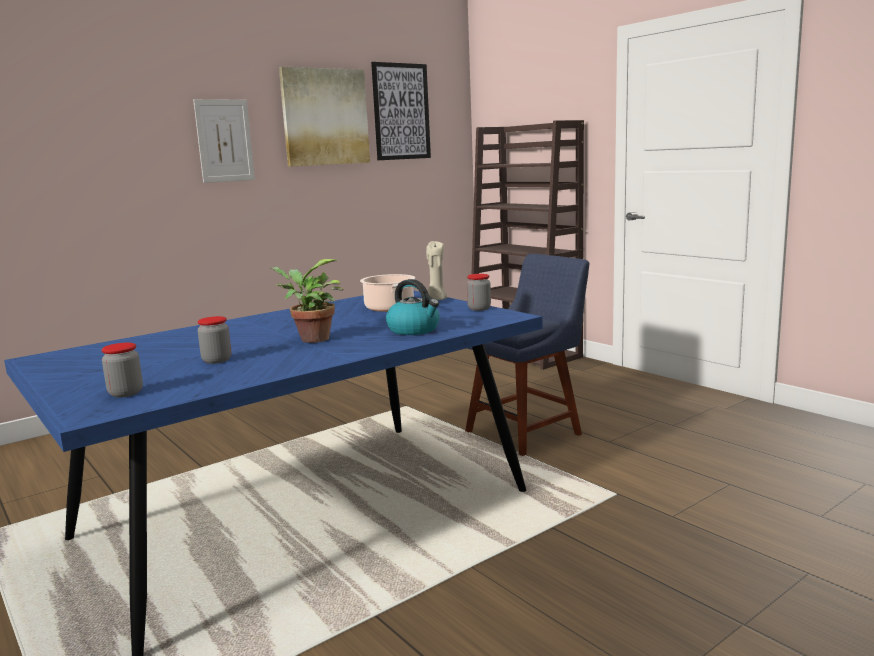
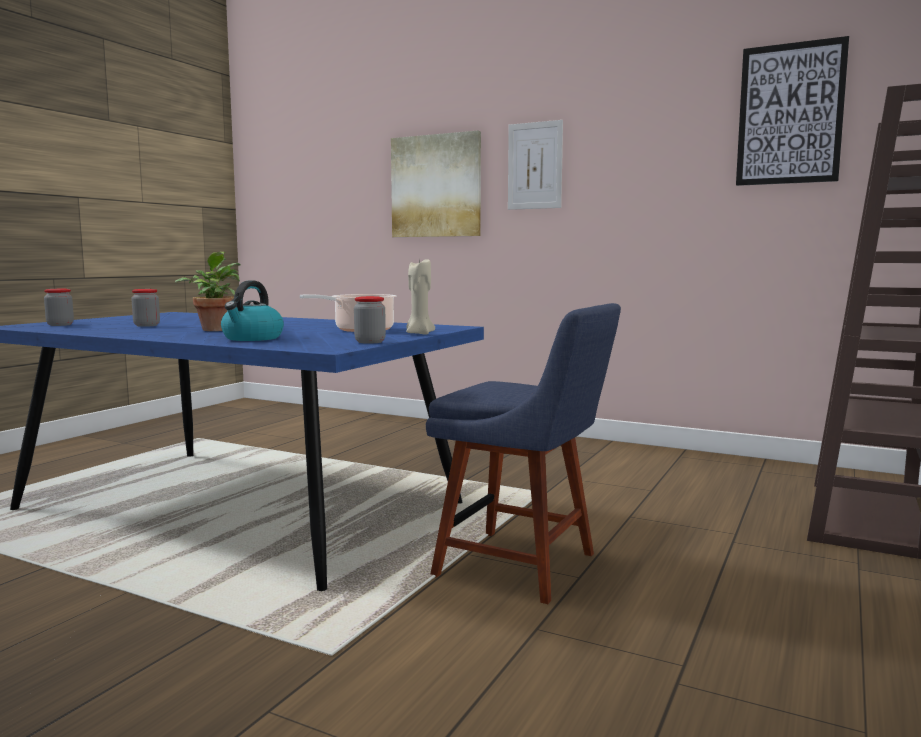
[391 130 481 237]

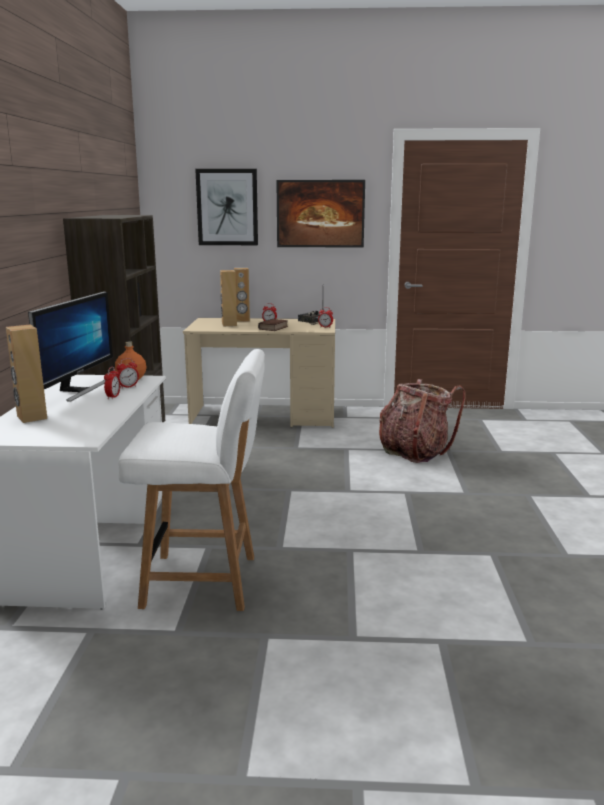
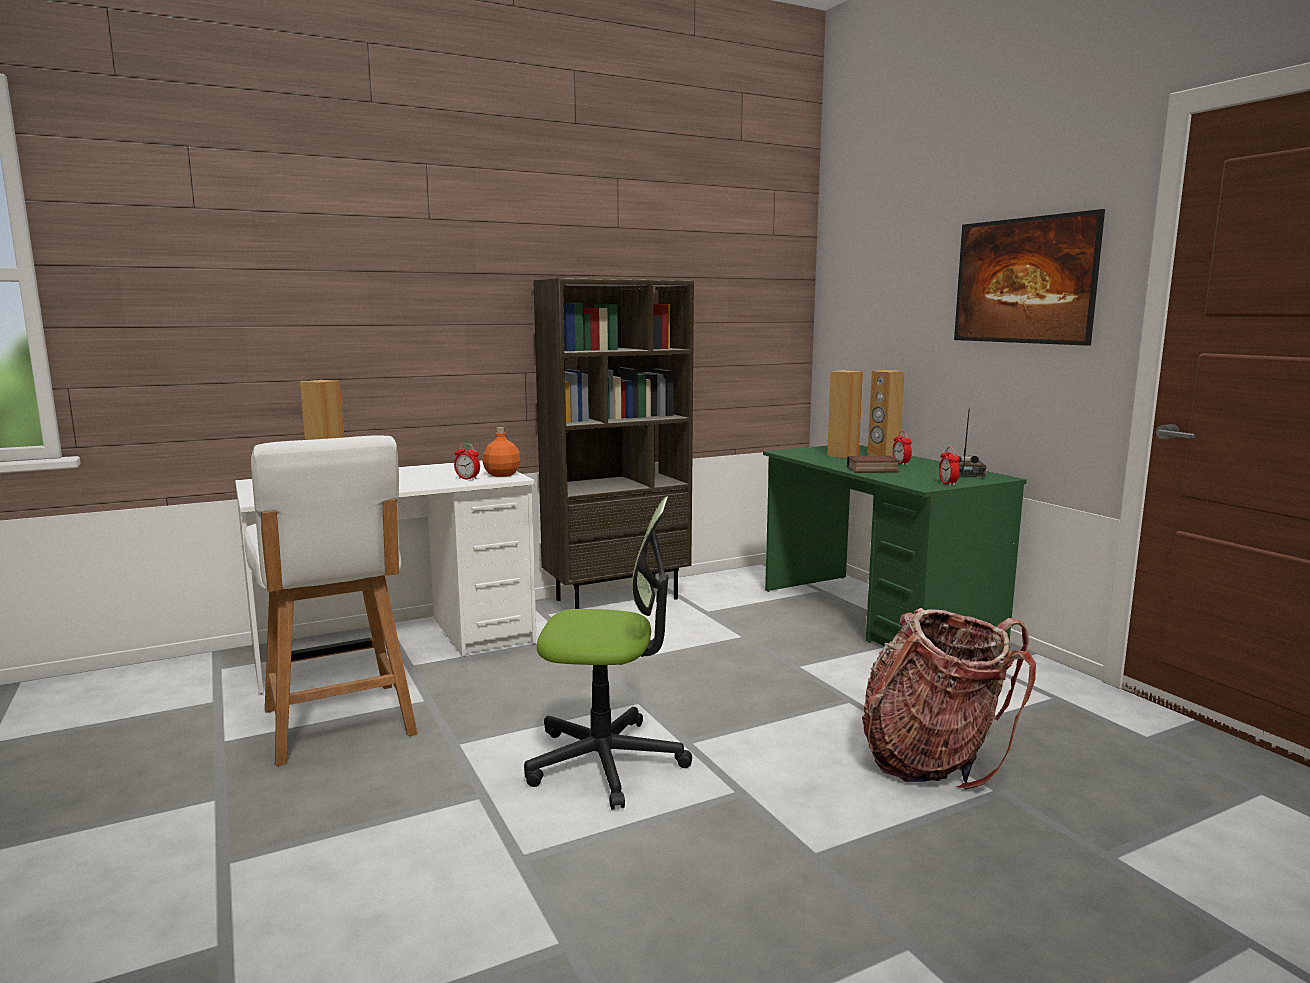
[28 291 113 402] (first image)
[104 367 120 399] (first image)
[763 445 1027 646]
[195 169 258 245] (first image)
[524 496 692 810]

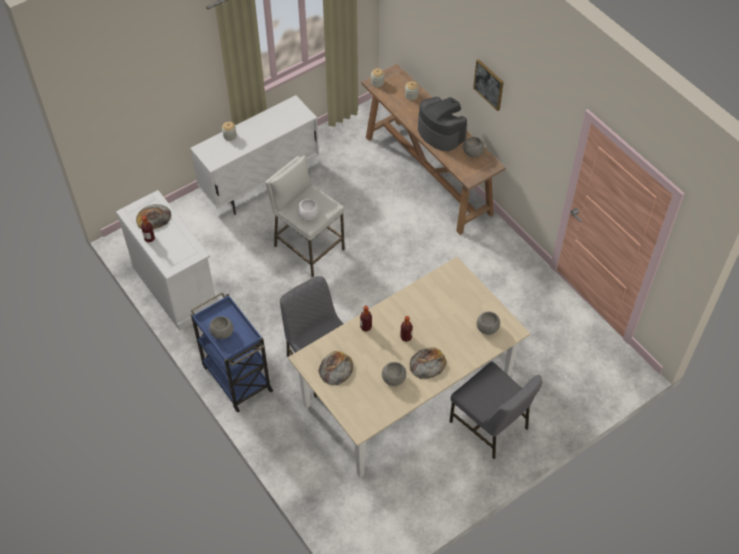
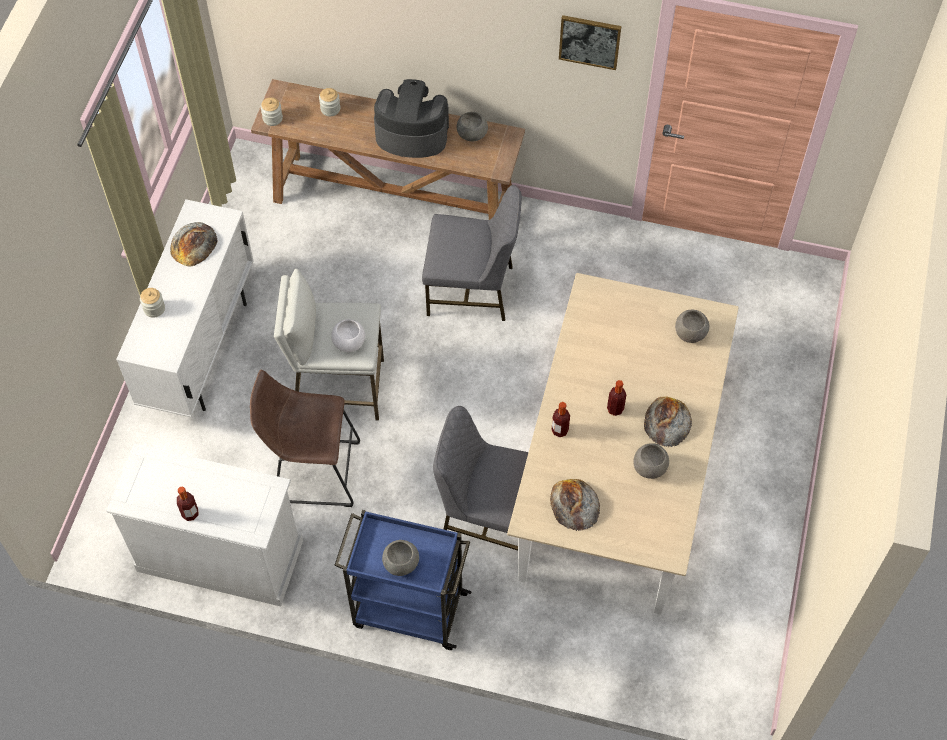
[170 222 217 267]
[422 185 522 321]
[559 15 621 70]
[250 369 360 507]

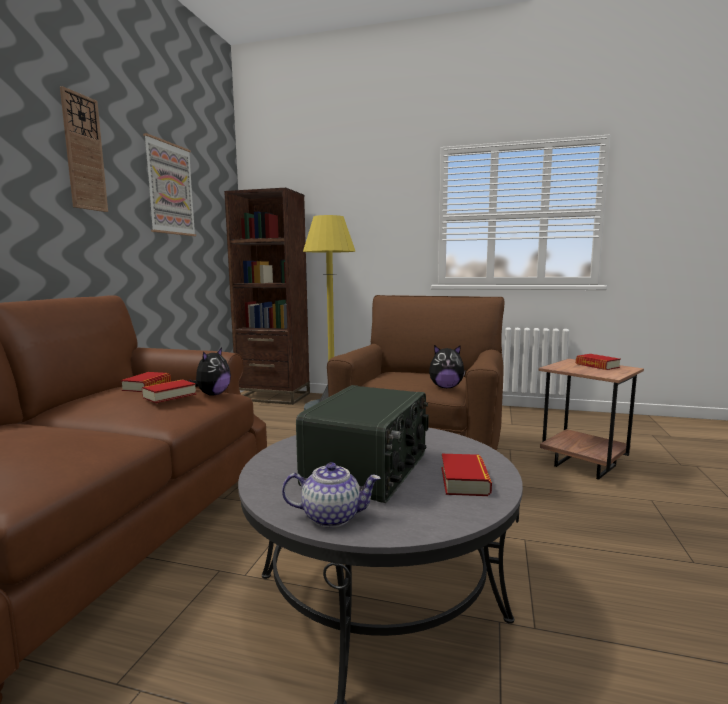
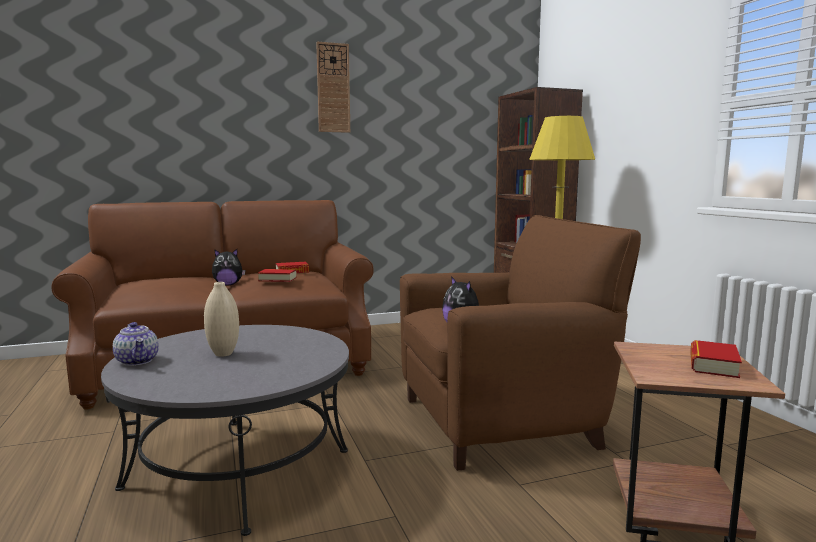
[143 133 196 236] (first image)
[212 249 246 286]
[204 282 239 357]
[441 454 492 496] (first image)

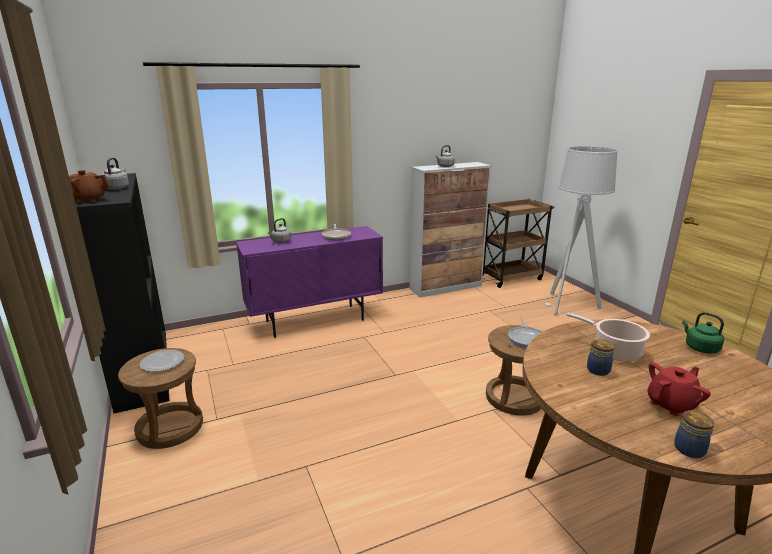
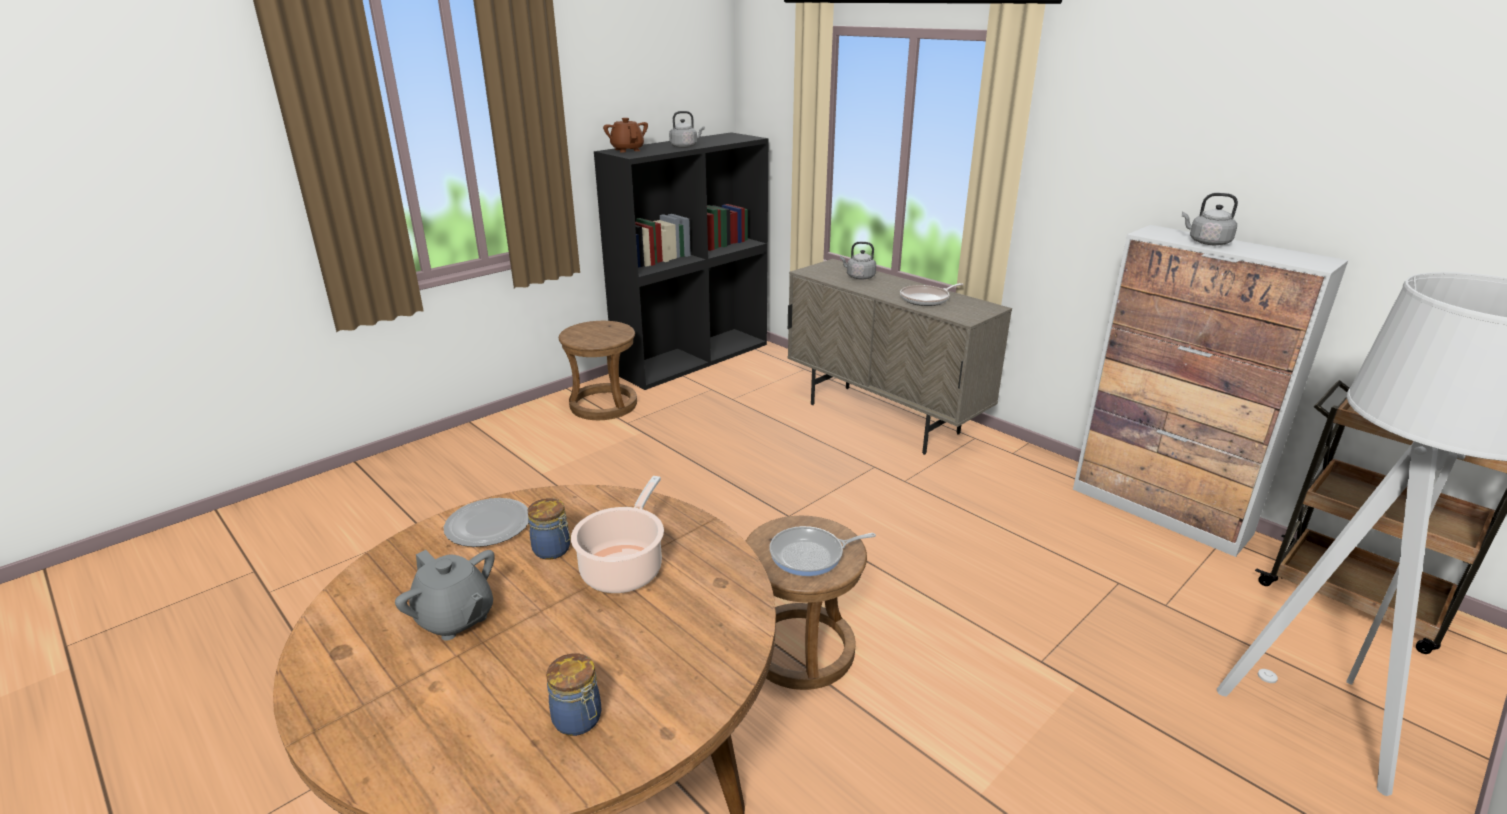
[444 498 529 547]
[788 259 1012 455]
[395 550 495 641]
[546 653 601 736]
[682 312 724 354] (first image)

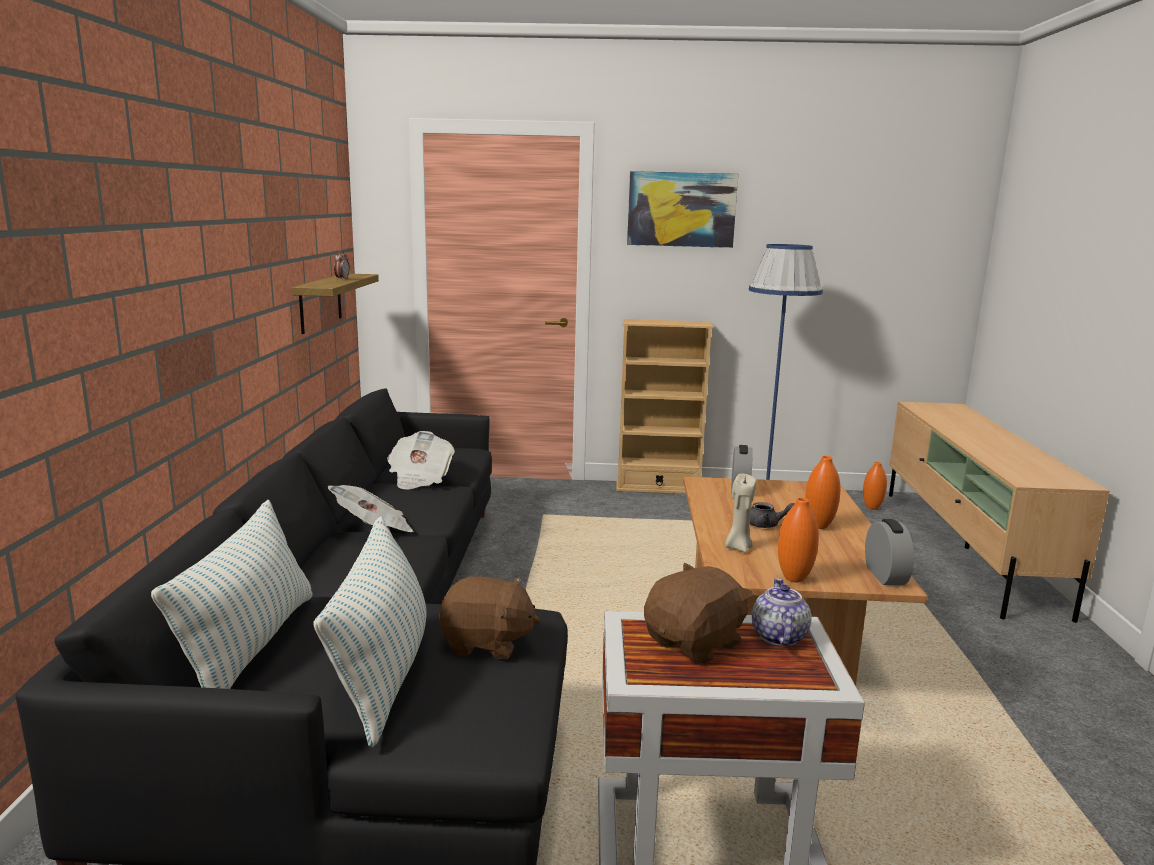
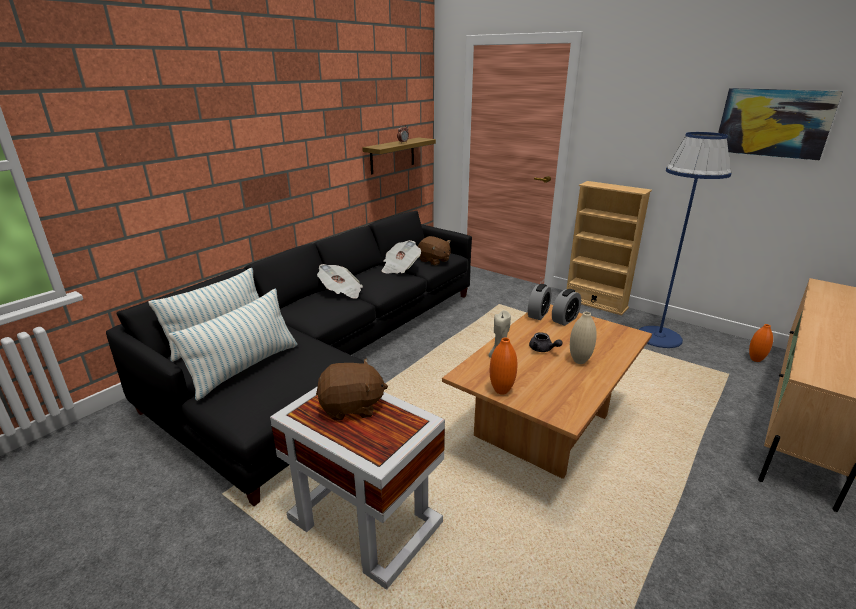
[418 236 451 266]
[718 88 843 160]
[752 578 811 646] (first image)
[570 312 597 364]
[528 284 552 320]

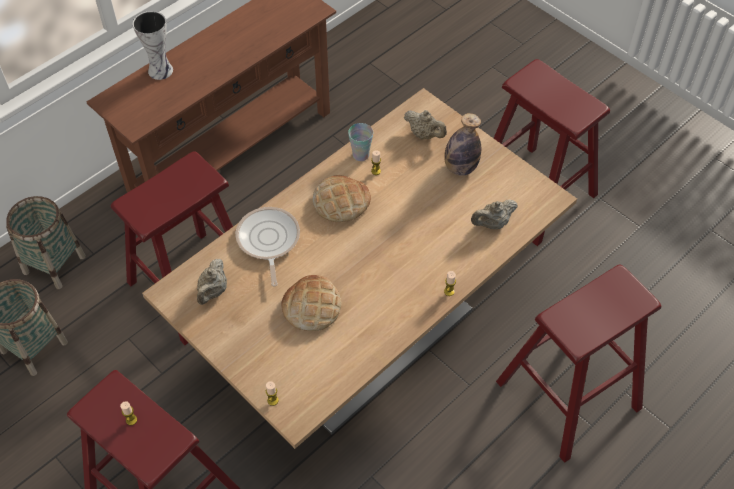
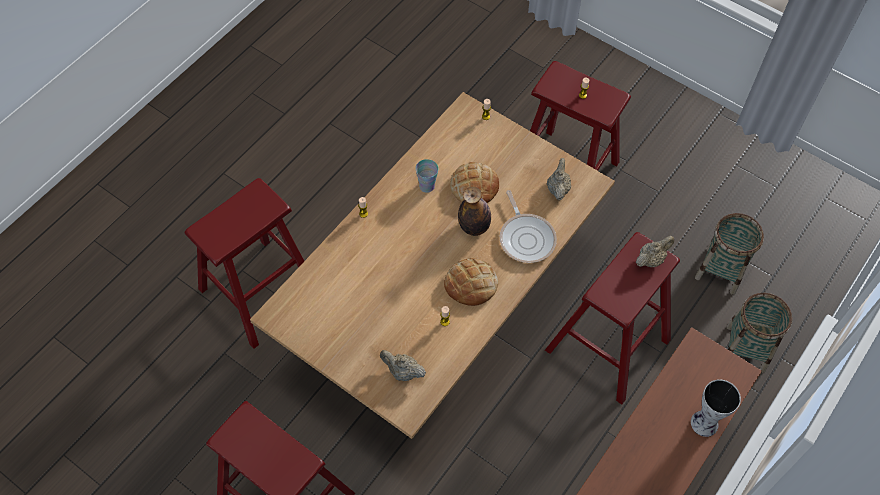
[416 159 438 193]
[458 187 491 236]
[636 236 674 267]

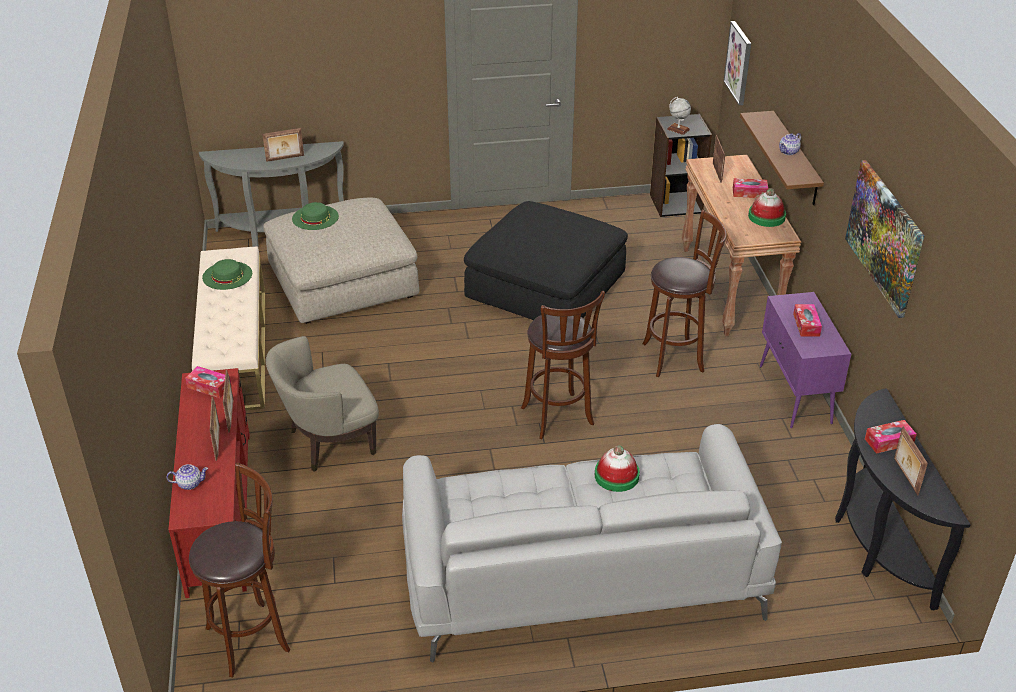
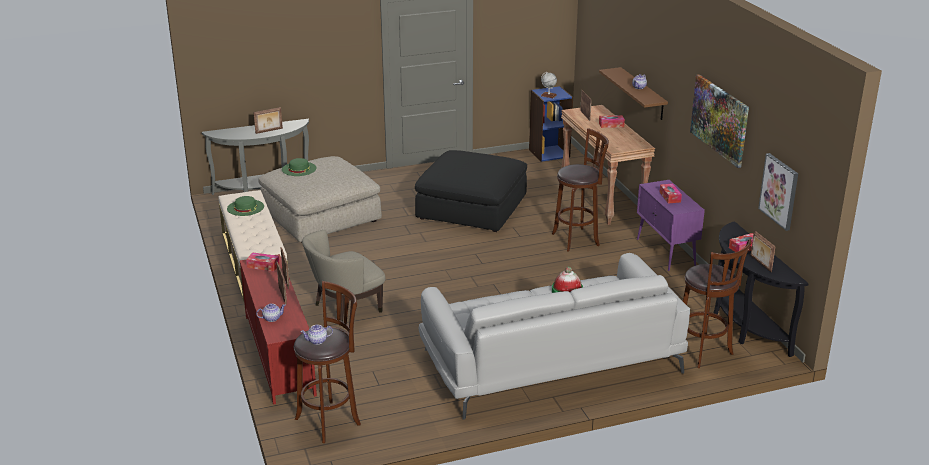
[683 239 752 368]
[529 86 573 162]
[758 153 798 231]
[748 188 786 227] (first image)
[301 325 333 345]

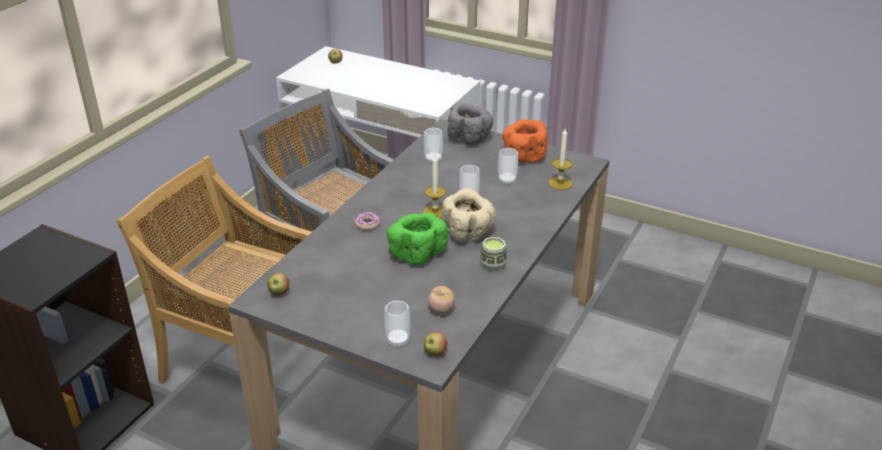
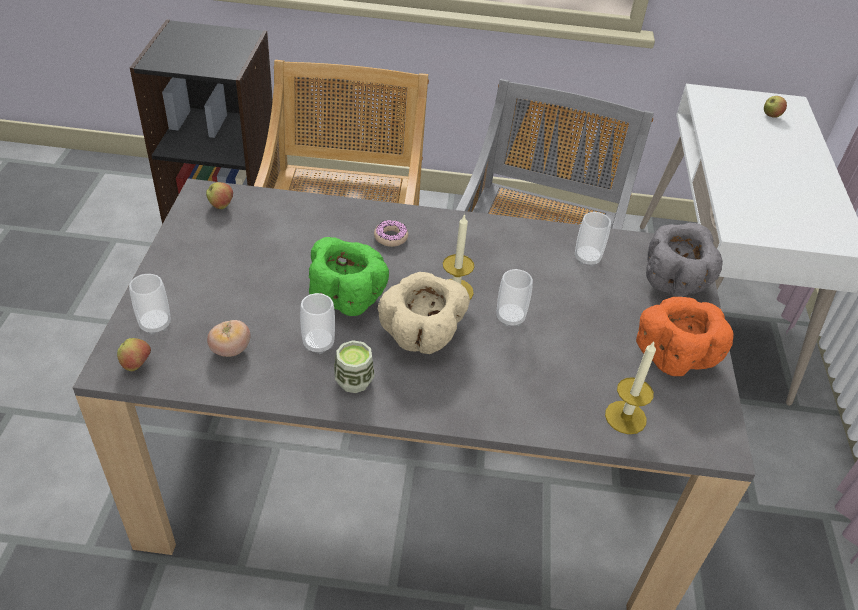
[300 293 335 354]

